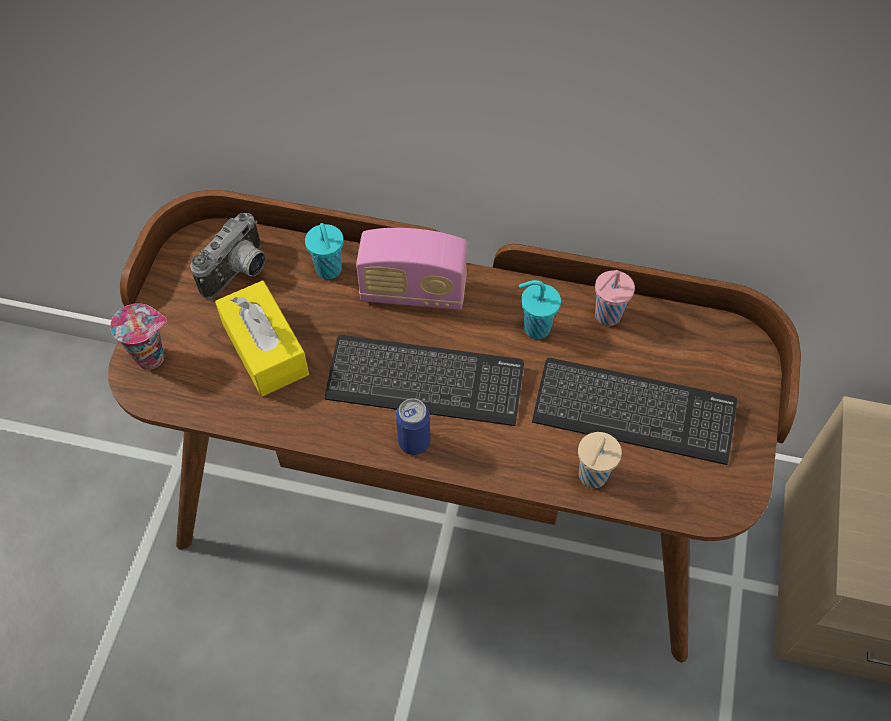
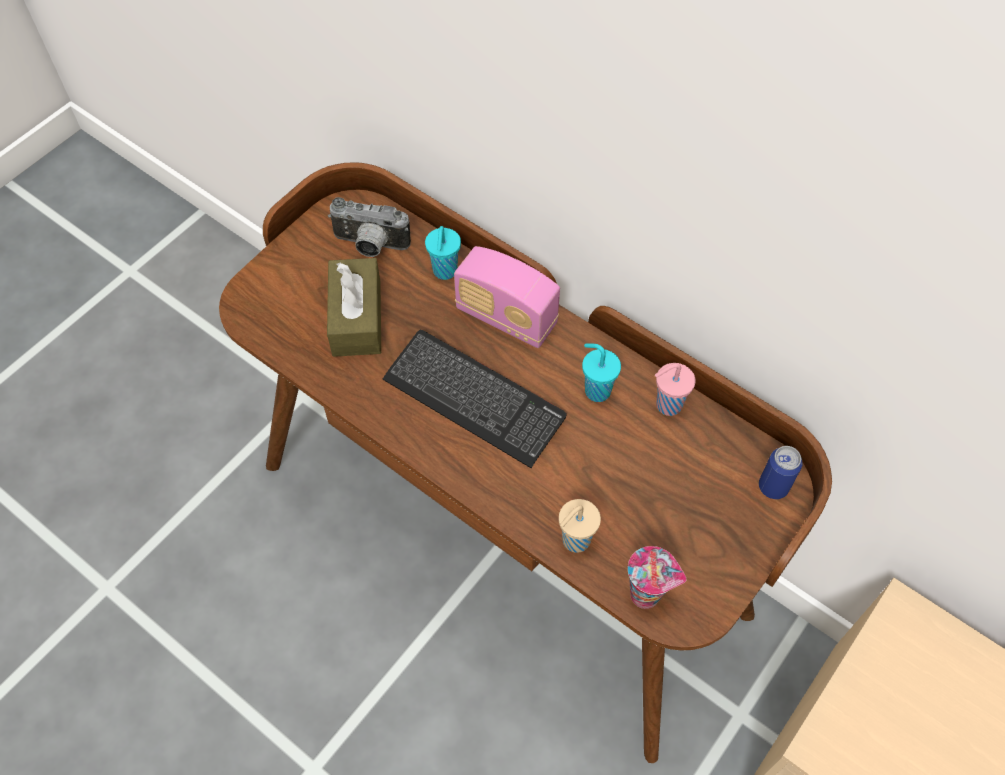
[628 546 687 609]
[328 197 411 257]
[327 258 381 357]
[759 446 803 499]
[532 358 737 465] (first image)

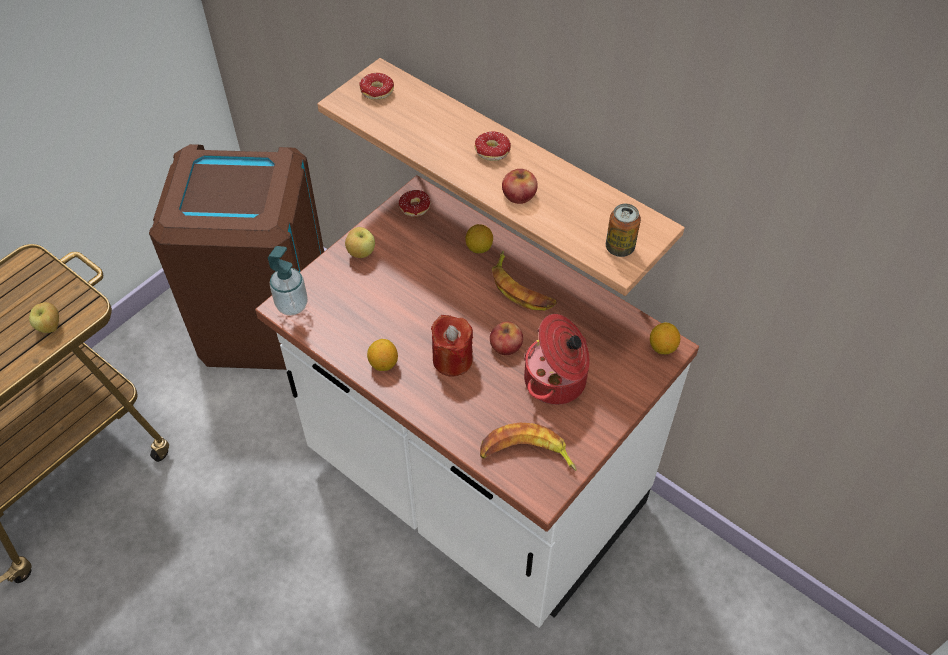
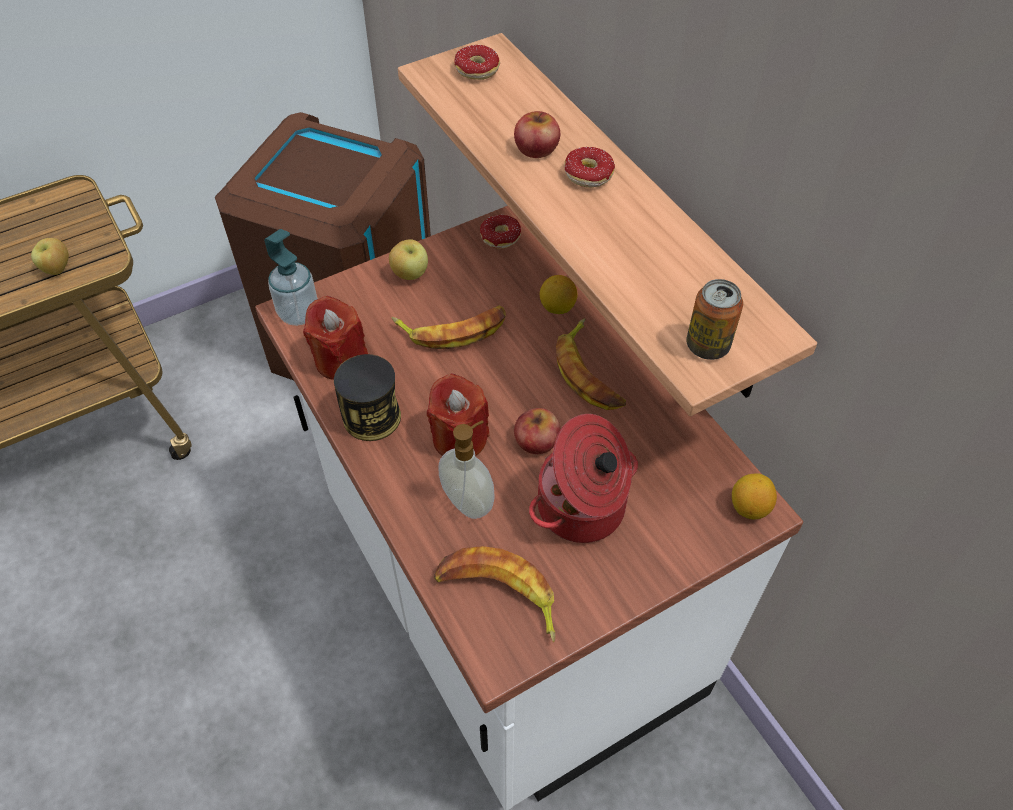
[334 354 401 441]
[514 111 560 158]
[303 296 368 380]
[392 306 506 349]
[439 421 495 519]

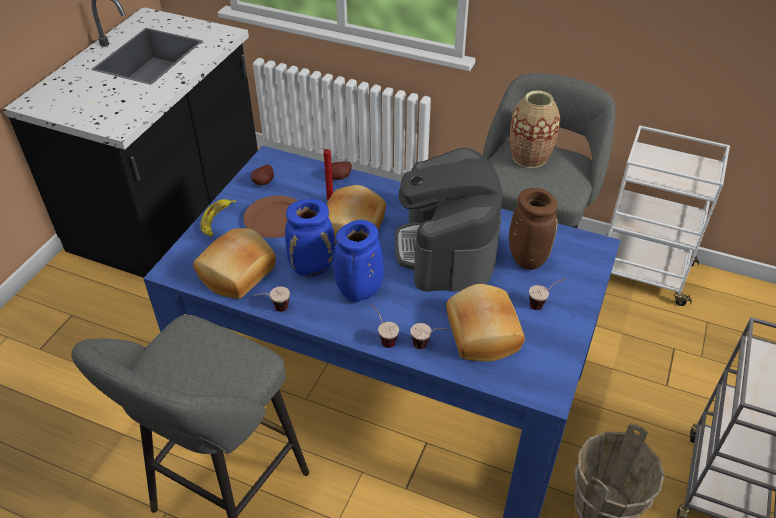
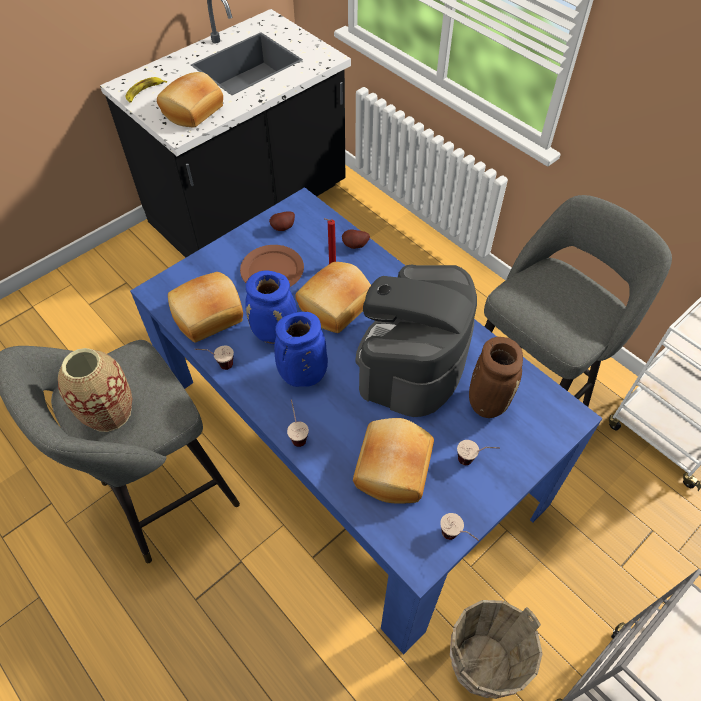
[126 77 167 103]
[440 513 479 541]
[58 348 132 432]
[157 72 223 127]

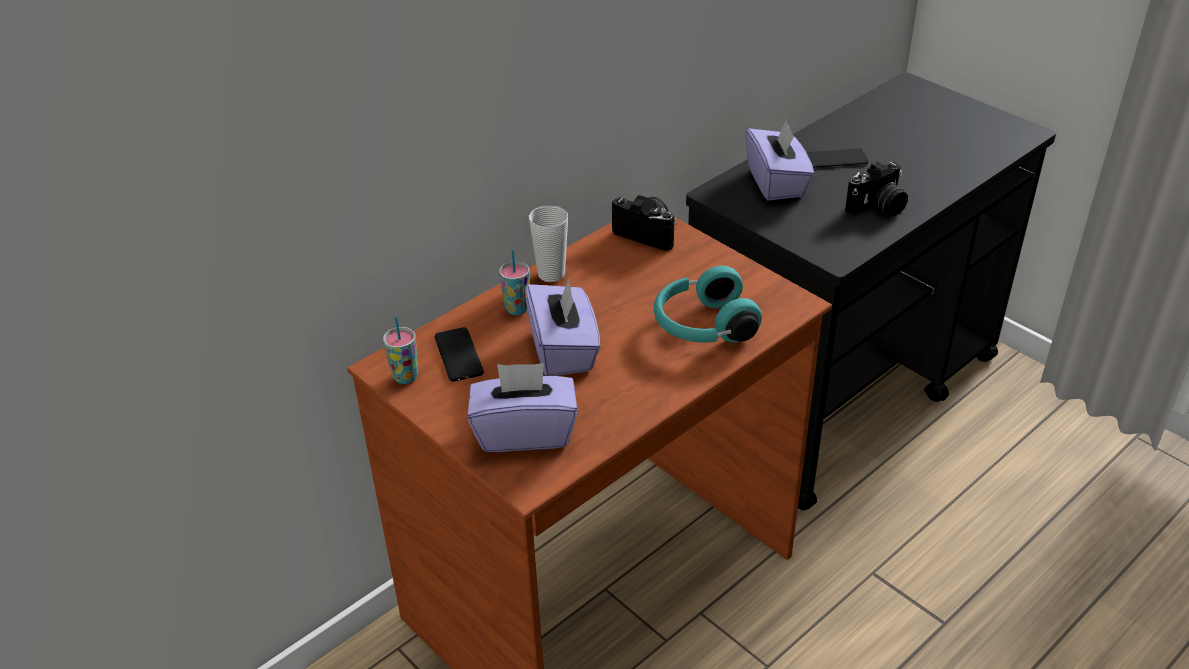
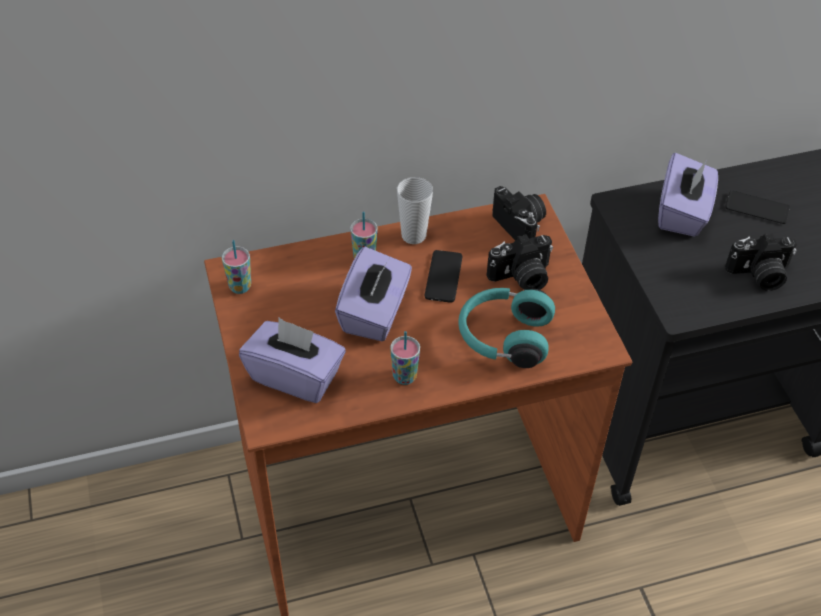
[425 250 462 303]
[390 331 420 385]
[487 234 553 290]

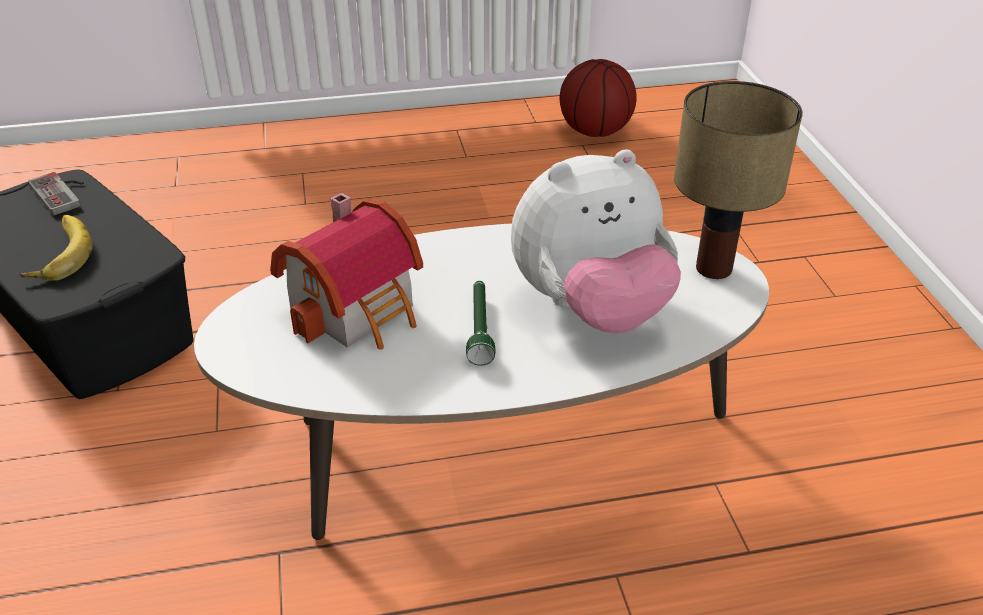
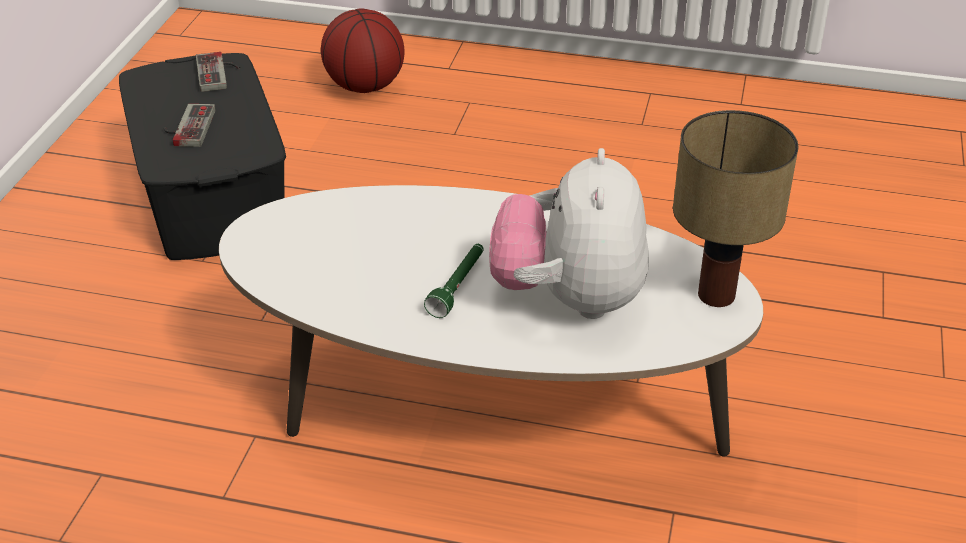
[163 104 216 147]
[270 193 423 350] (first image)
[489 148 649 319]
[321 8 404 93]

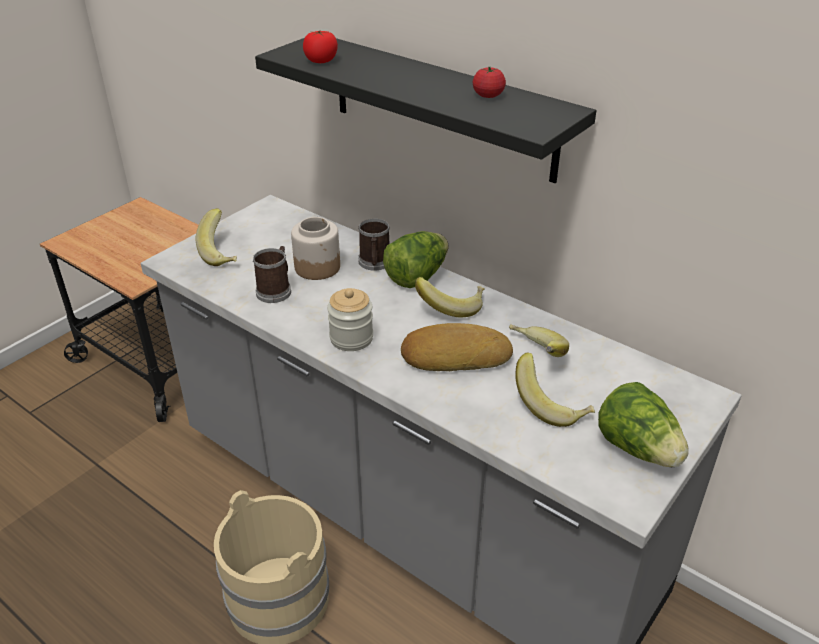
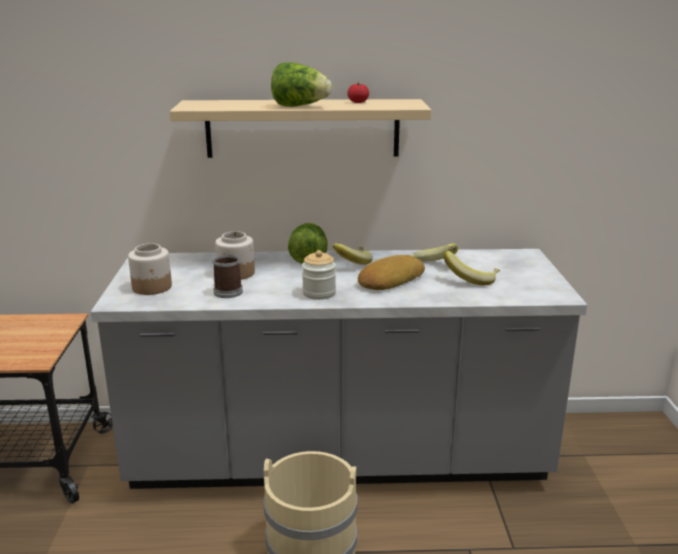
[128 243 172 295]
[170 99 431 158]
[303 30 338 63] (first image)
[358 219 390 271] (first image)
[271 62 332 107]

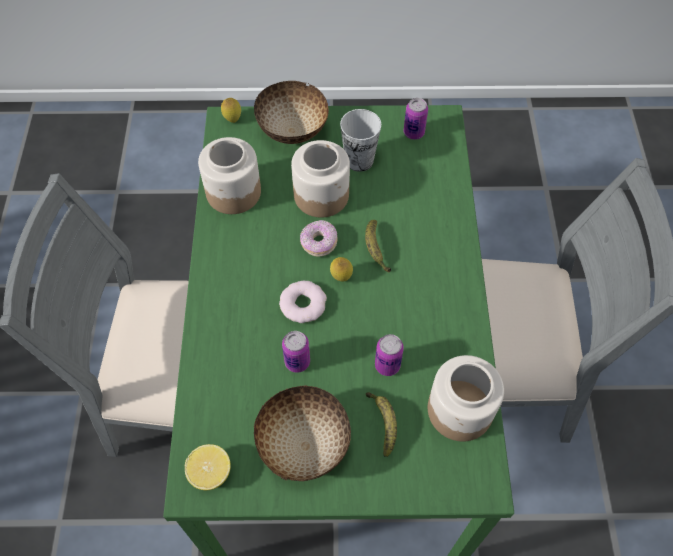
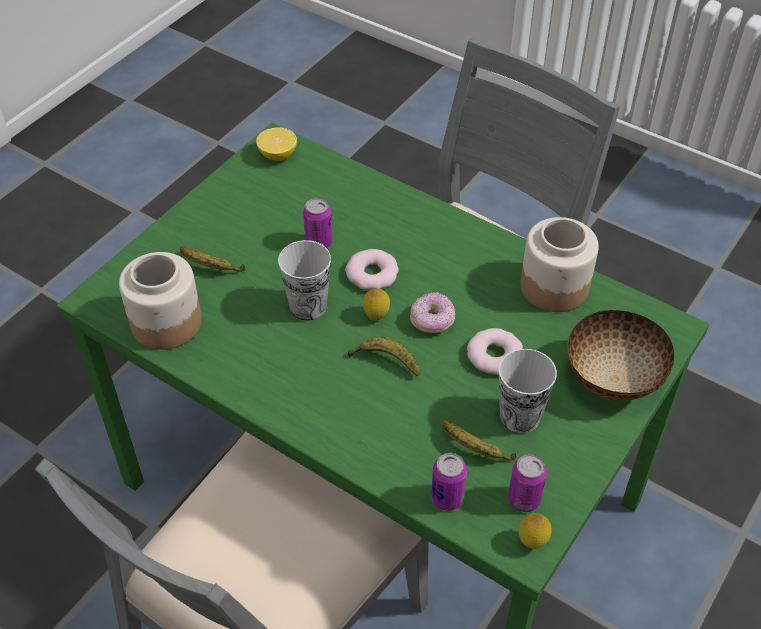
[519 513 552 549]
[254 385 351 481] (first image)
[467 328 523 375]
[431 453 467 511]
[278 240 331 321]
[442 420 516 461]

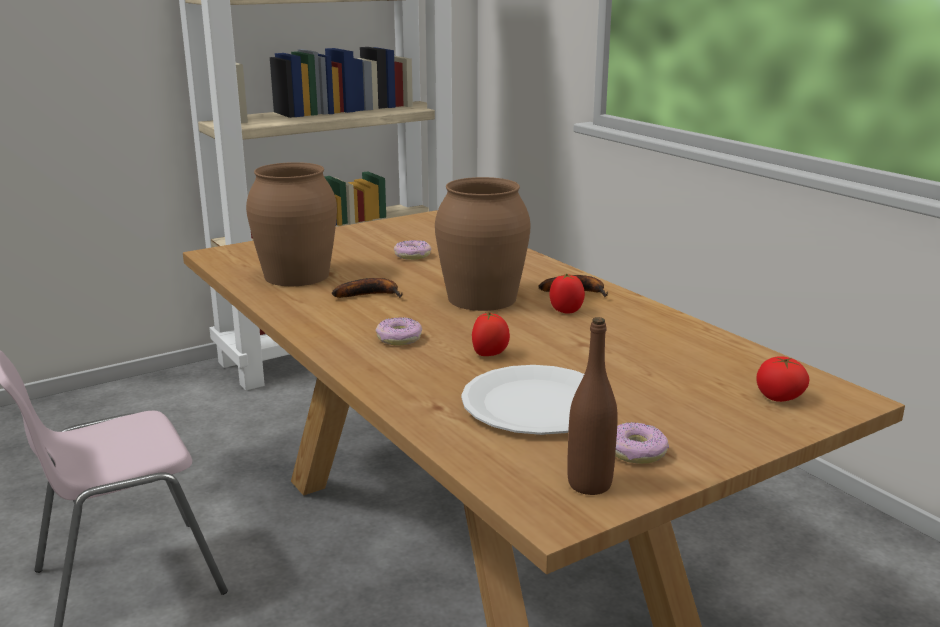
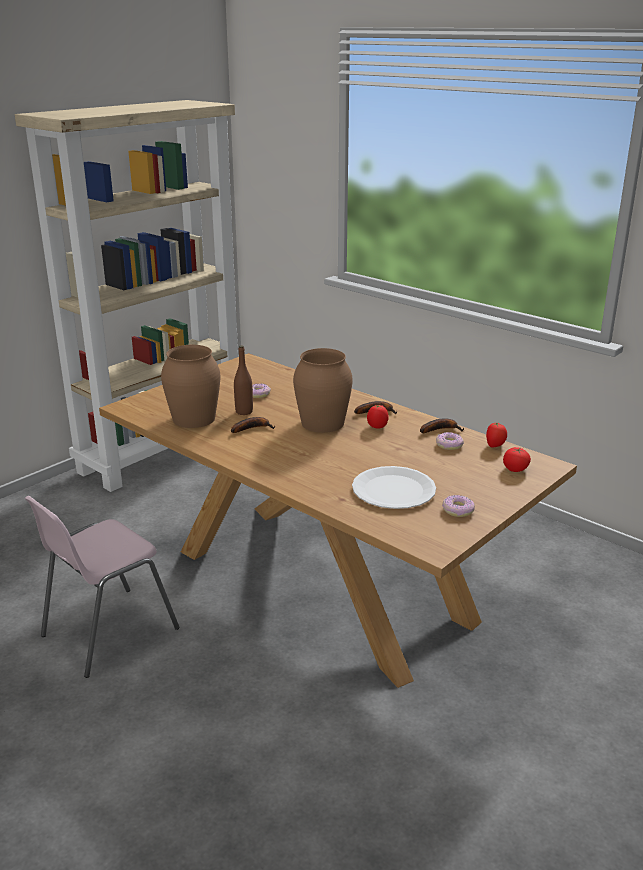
[436 432 464 450]
[486 422 507 447]
[234 345 253 415]
[420 418 464 433]

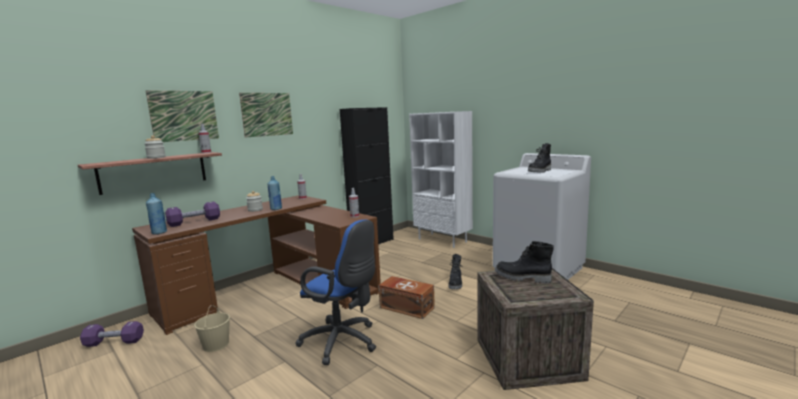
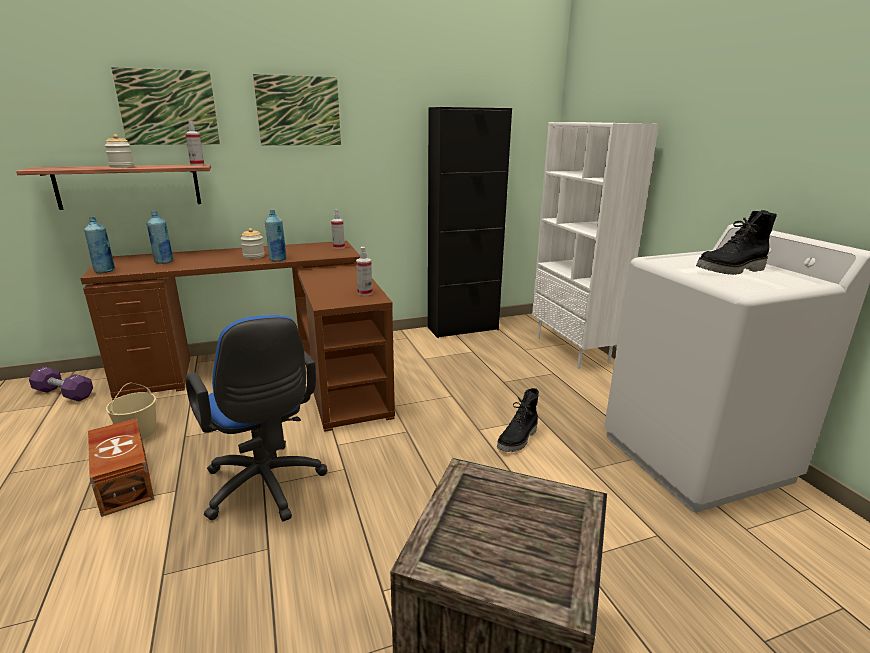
[147 211 173 264]
[88 418 154 517]
[495 241 554 283] (first image)

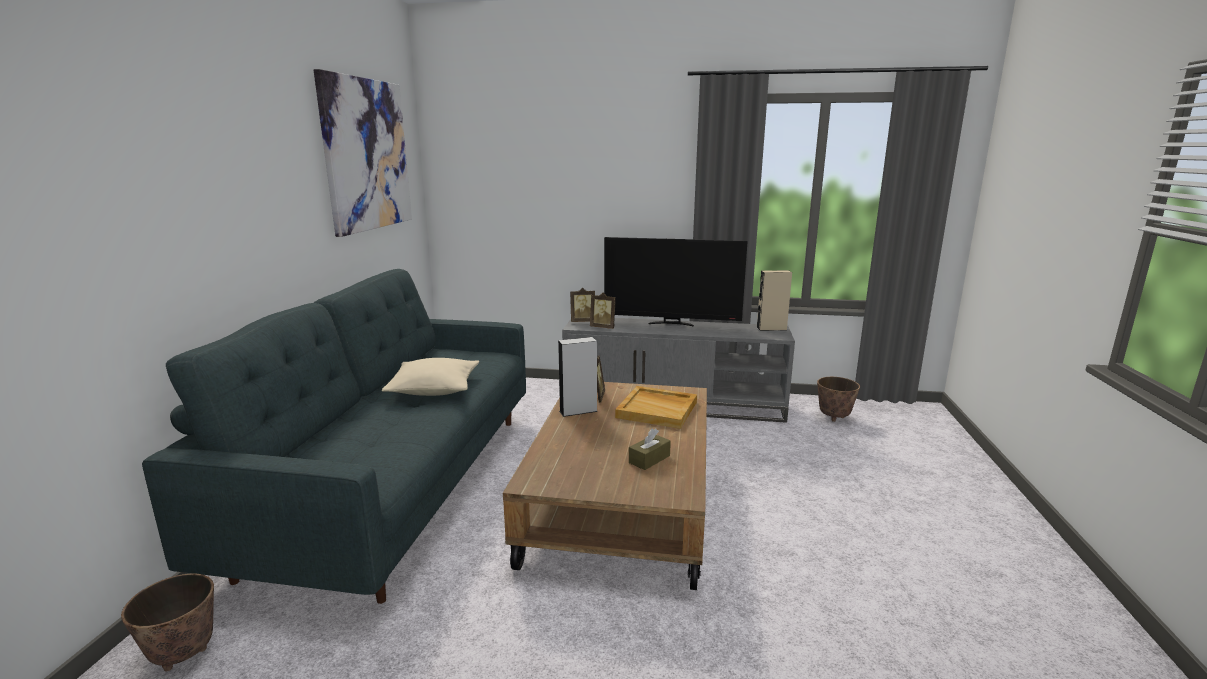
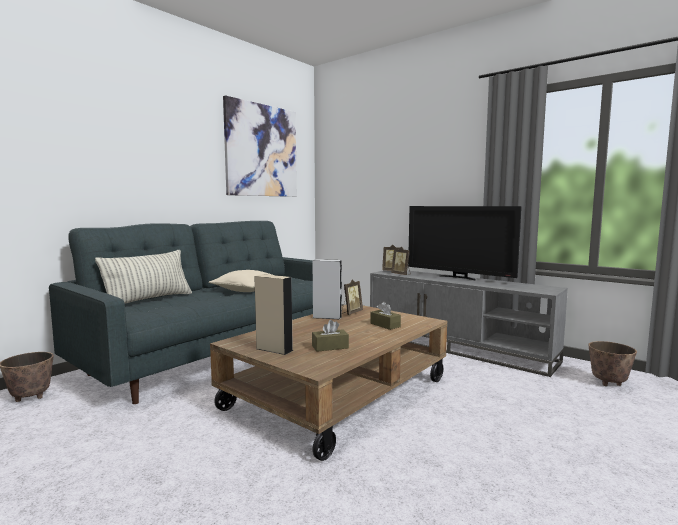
[370 302 401 330]
[254 274 293 355]
[95 250 192 304]

